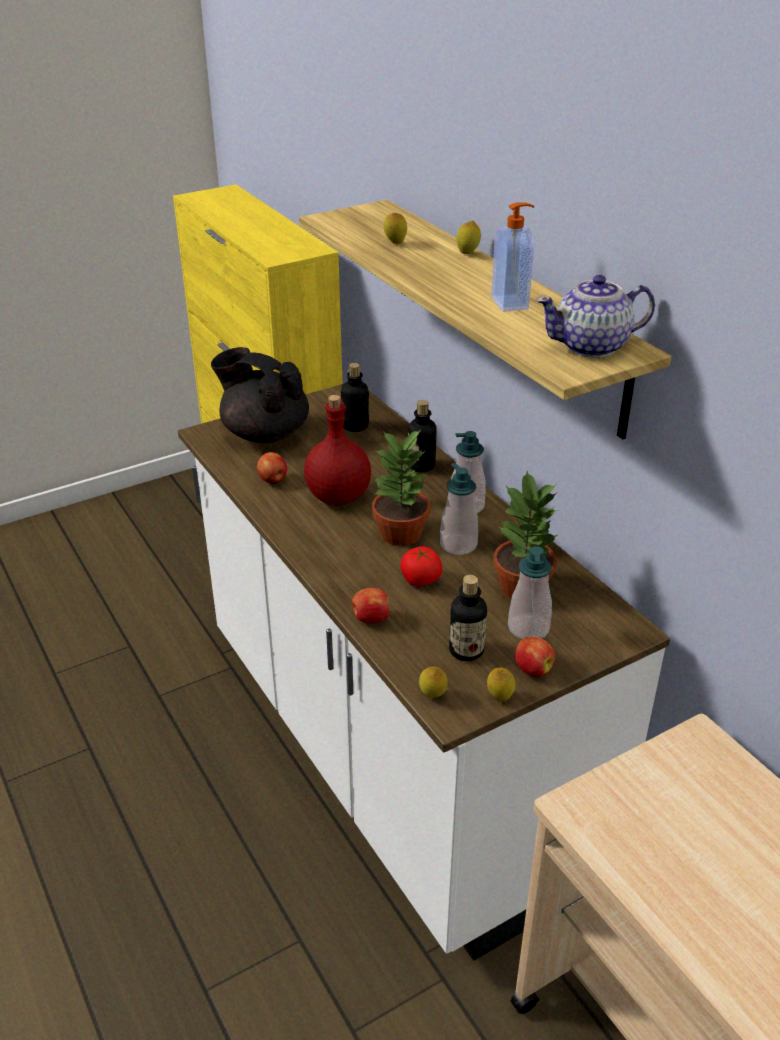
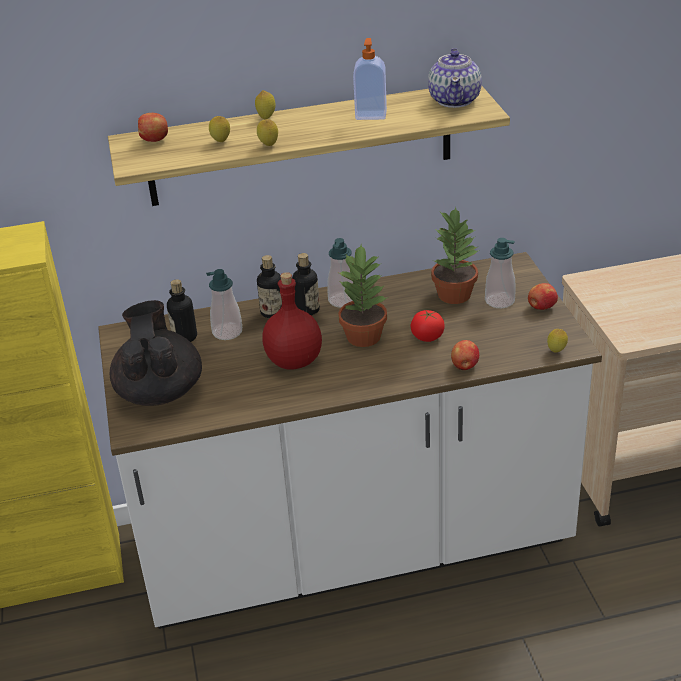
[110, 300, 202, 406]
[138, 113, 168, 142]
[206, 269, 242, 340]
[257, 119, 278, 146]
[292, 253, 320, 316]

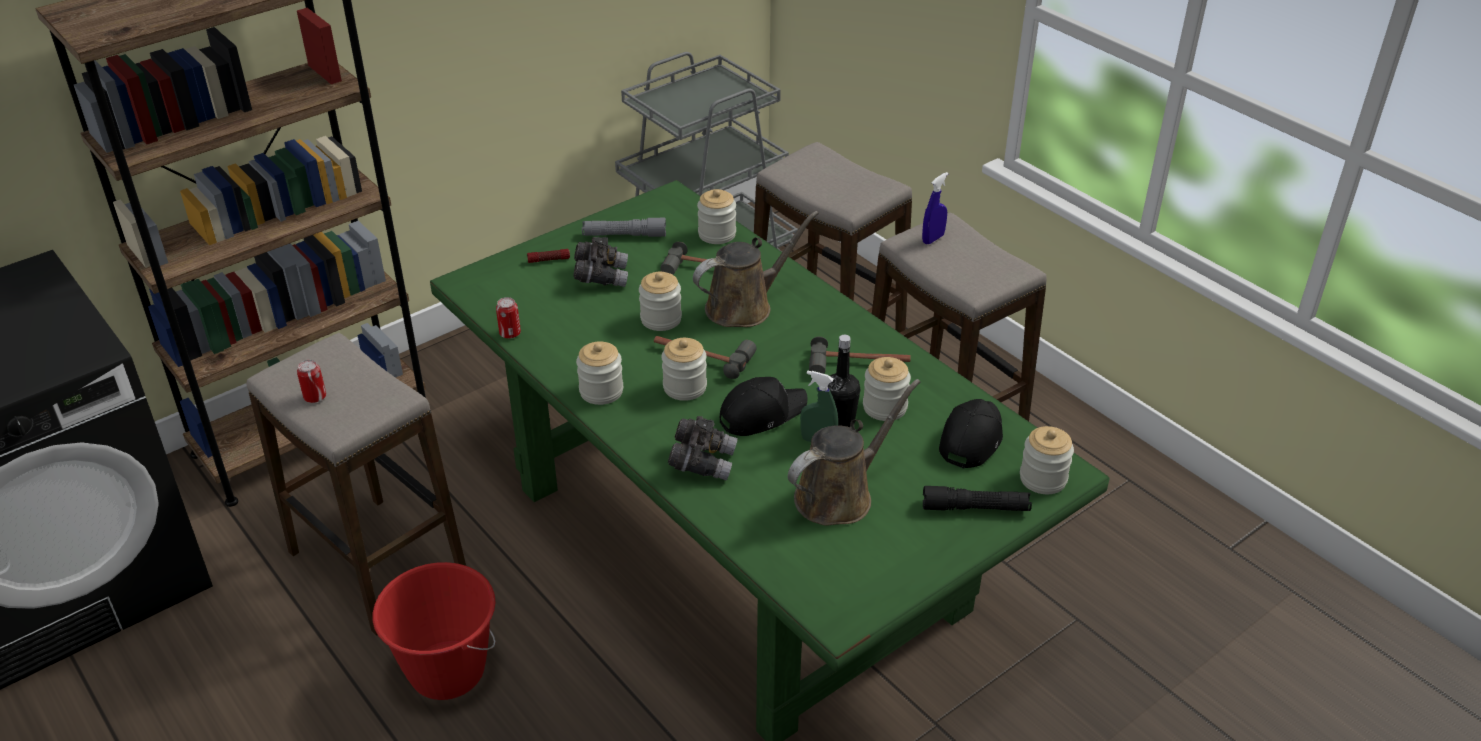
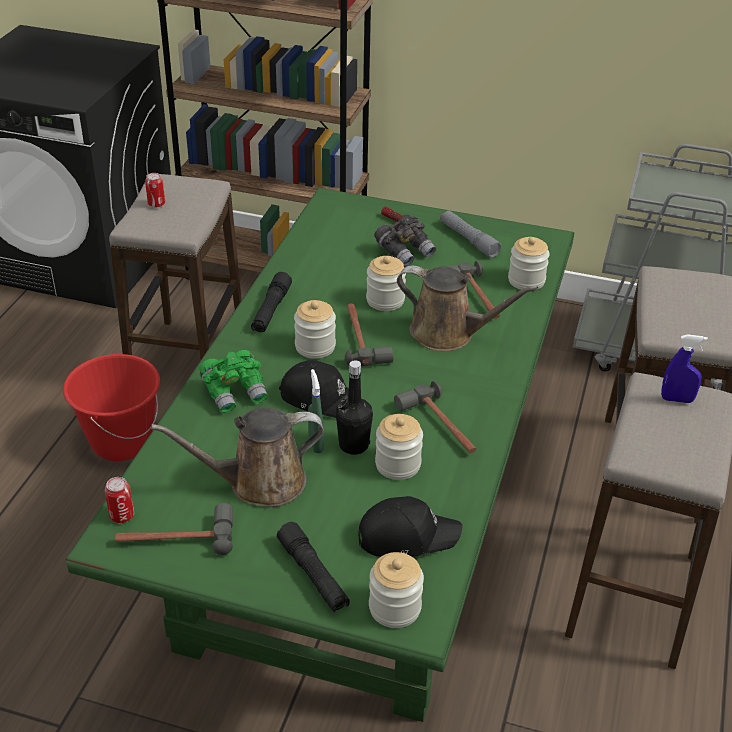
[105, 477, 134, 523]
[115, 503, 233, 555]
[151, 408, 324, 507]
[199, 350, 268, 413]
[251, 272, 292, 332]

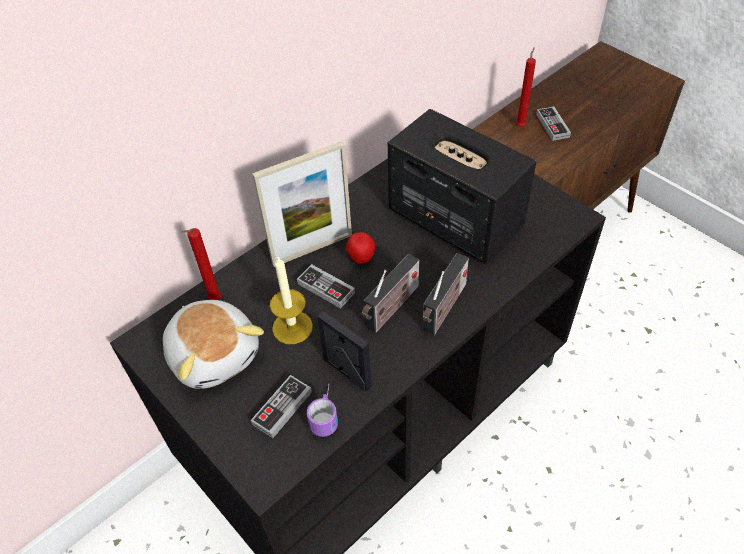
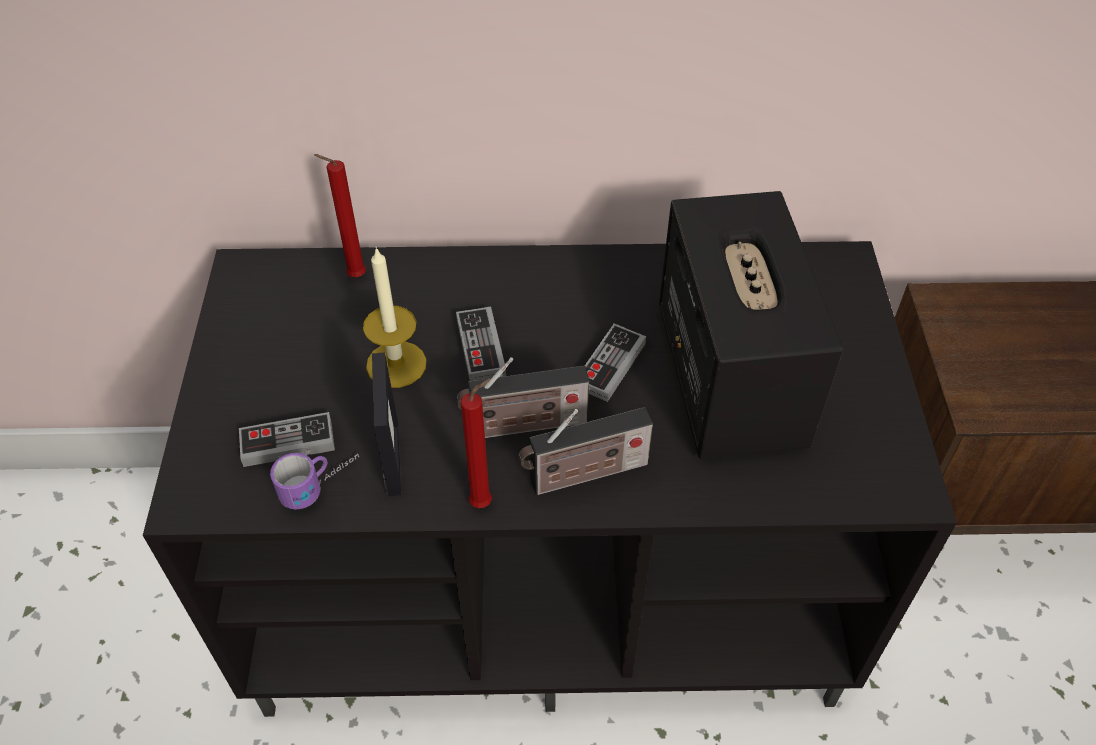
[461, 379, 492, 508]
[585, 324, 646, 402]
[163, 300, 264, 389] (first image)
[252, 141, 352, 267] (first image)
[346, 232, 375, 264] (first image)

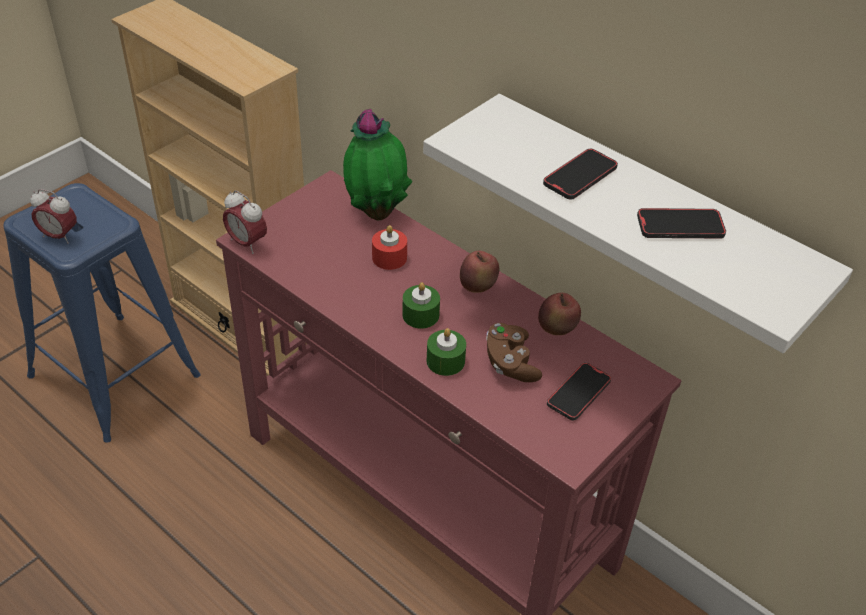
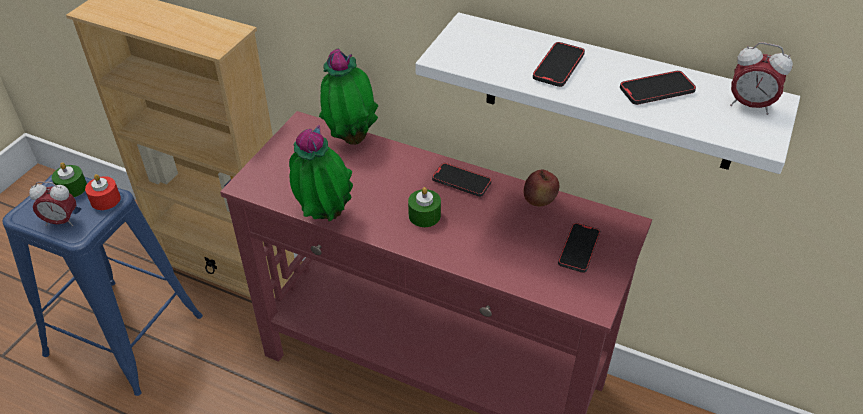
[52, 162, 87, 197]
[85, 174, 121, 210]
[289, 125, 353, 221]
[432, 163, 491, 197]
[730, 42, 793, 115]
[486, 323, 542, 382] (first image)

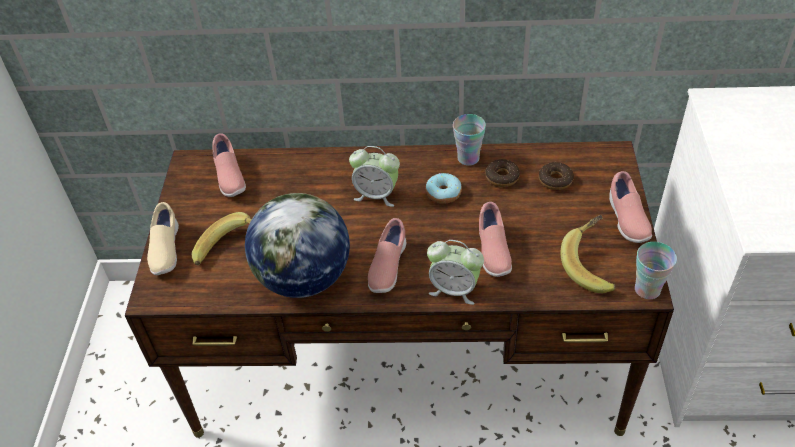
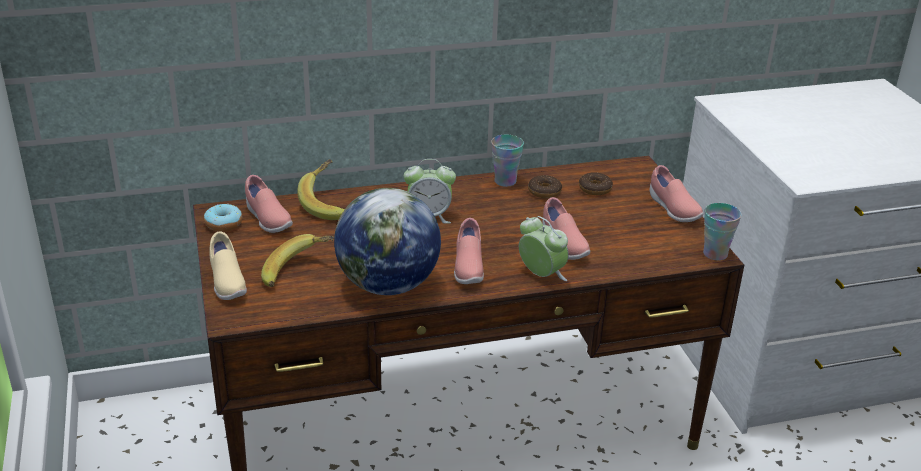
[204, 204, 242, 231]
[297, 159, 345, 220]
[519, 216, 569, 281]

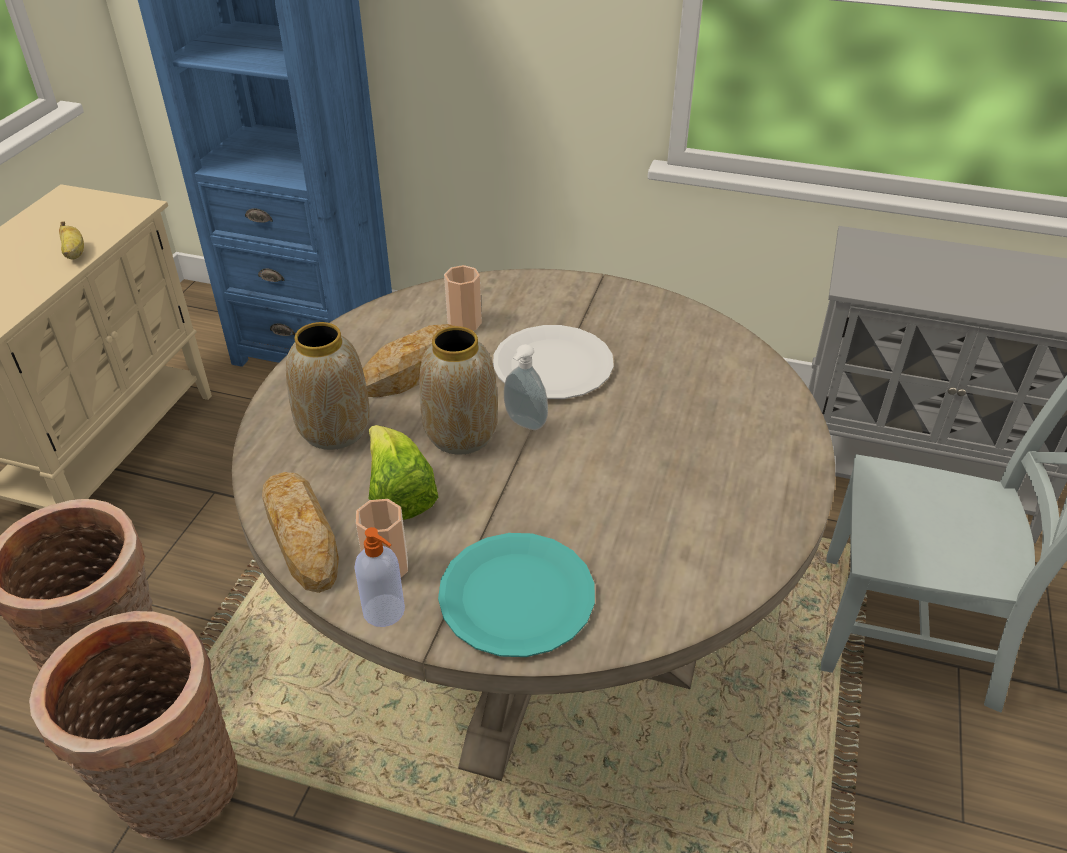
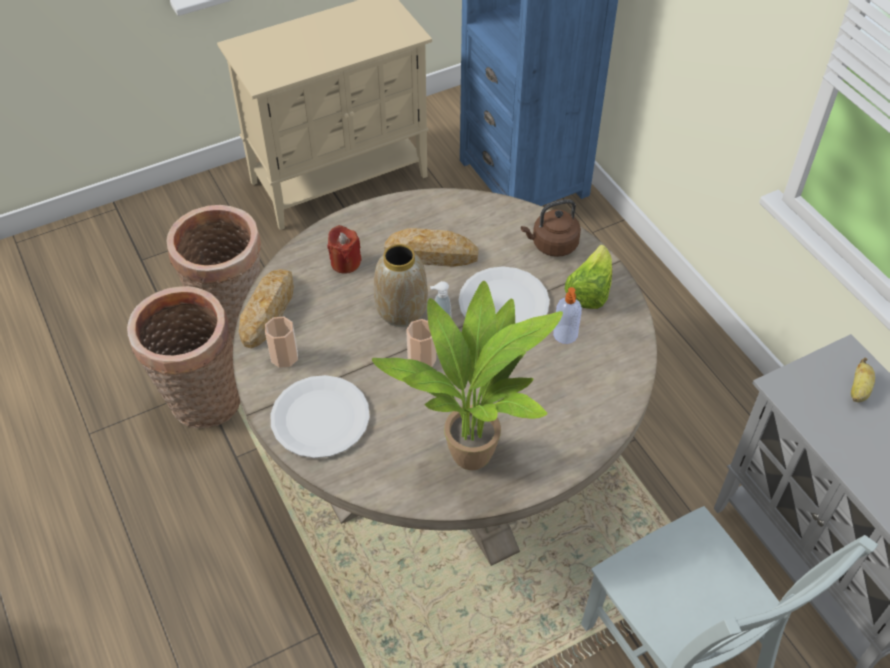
[271, 375, 370, 458]
[327, 225, 362, 274]
[372, 281, 563, 470]
[406, 319, 436, 367]
[521, 199, 581, 257]
[553, 287, 582, 344]
[565, 245, 612, 309]
[851, 358, 875, 402]

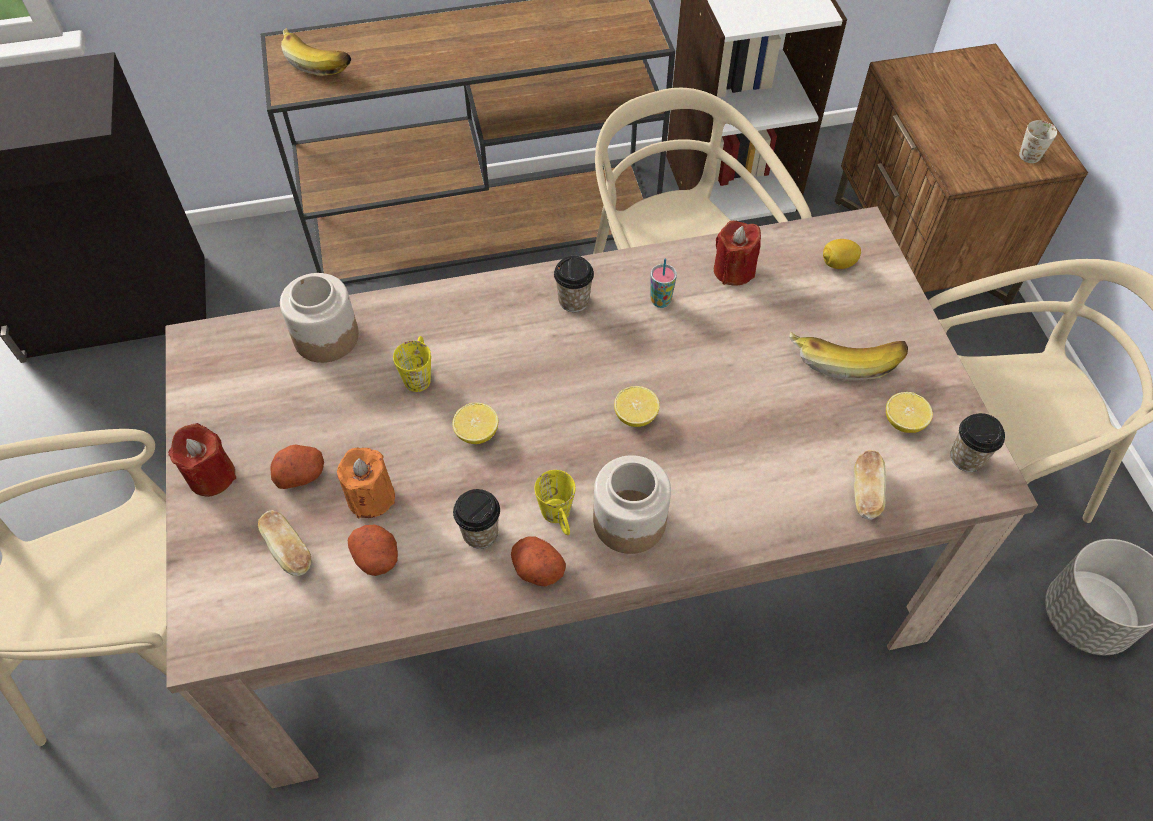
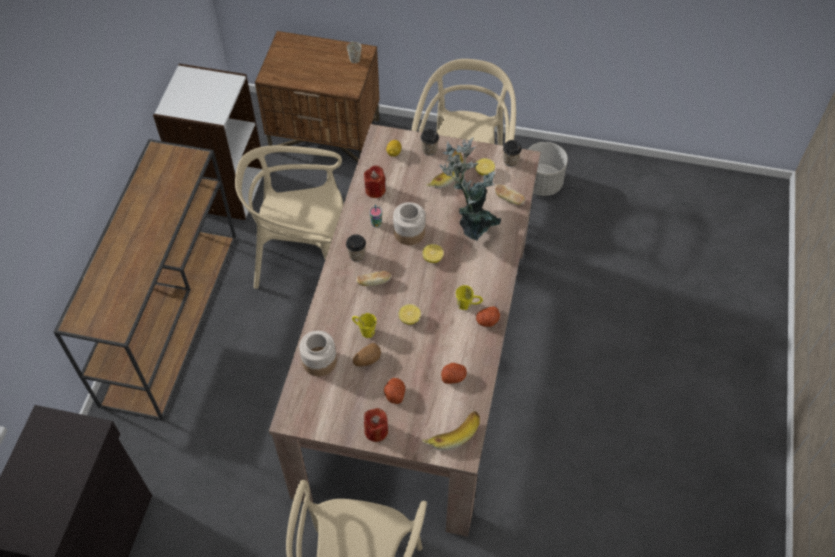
[353, 343, 381, 367]
[356, 271, 391, 286]
[393, 202, 425, 245]
[421, 129, 439, 156]
[422, 411, 480, 451]
[439, 138, 501, 241]
[337, 448, 395, 519] (first image)

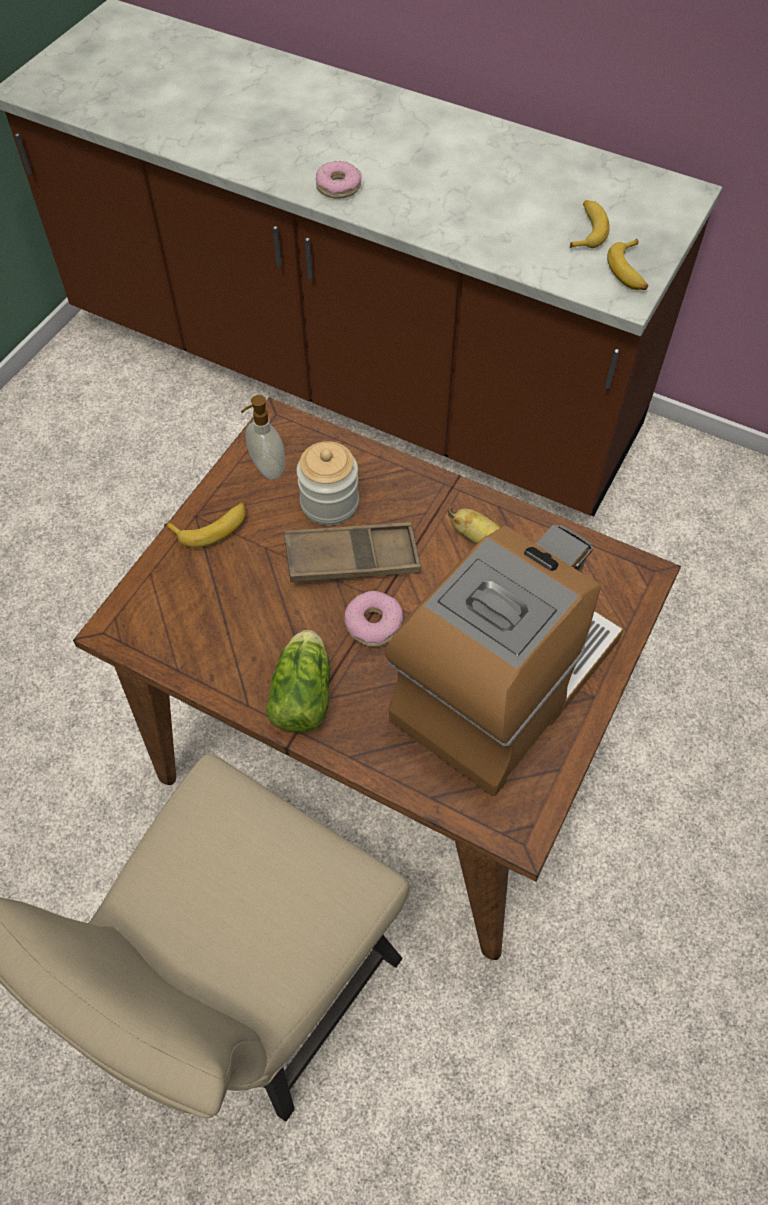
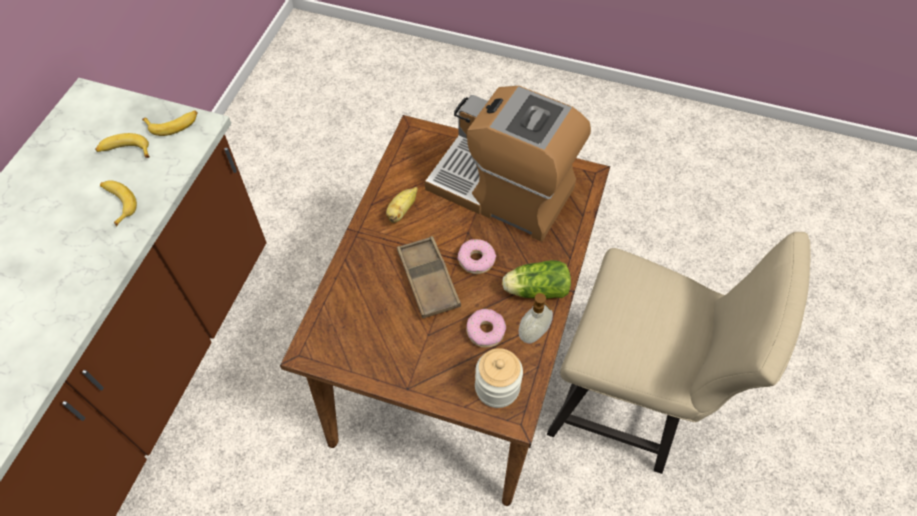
[100, 180, 137, 226]
[466, 309, 506, 348]
[475, 348, 523, 408]
[519, 293, 553, 344]

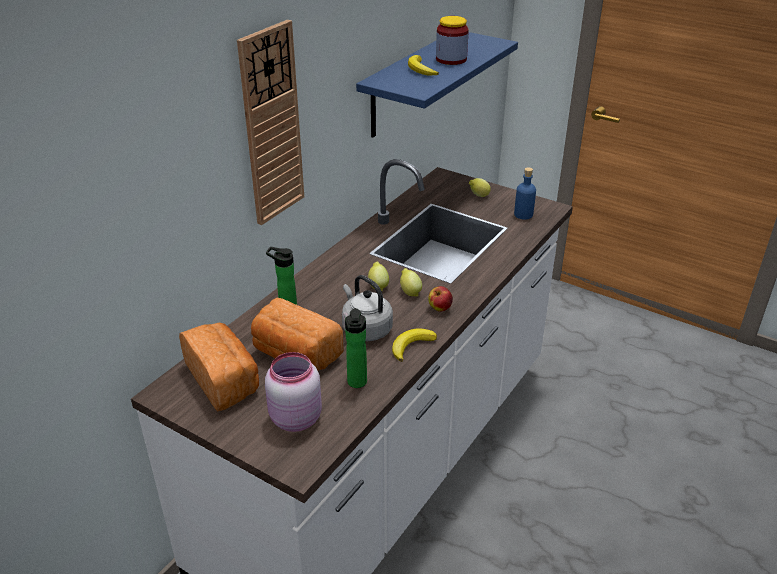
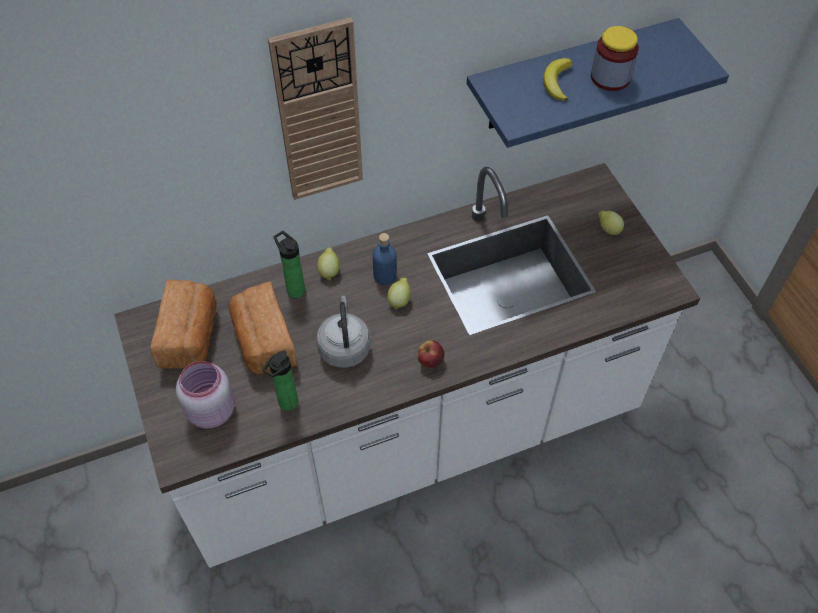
[317, 247, 340, 280]
[373, 233, 397, 285]
[392, 328, 437, 362] (first image)

